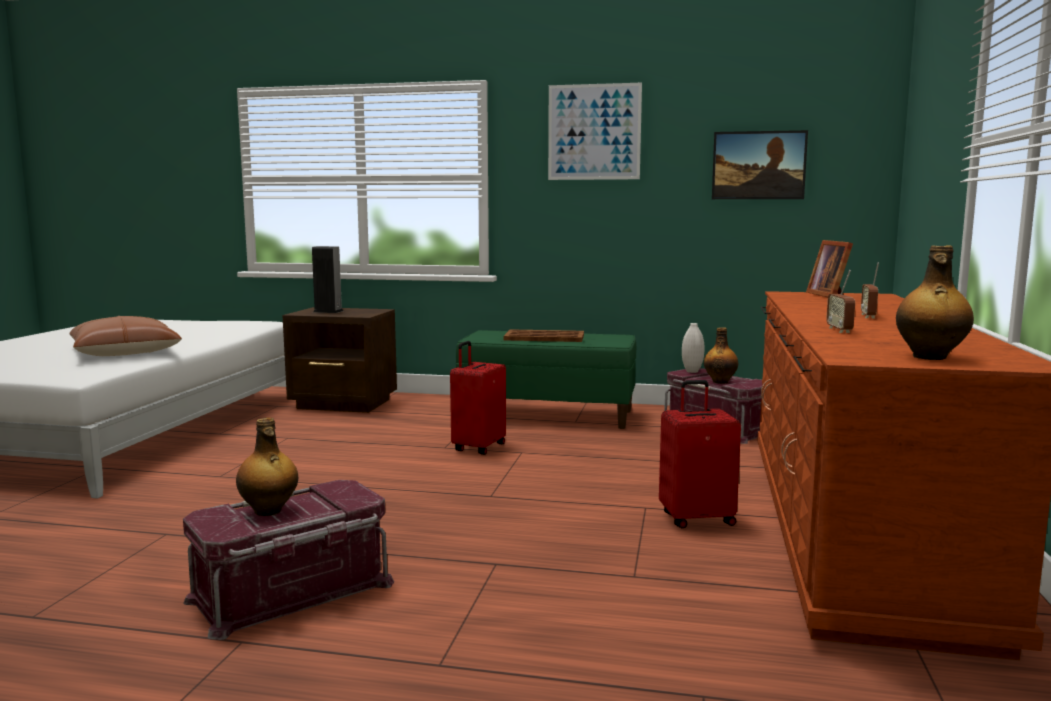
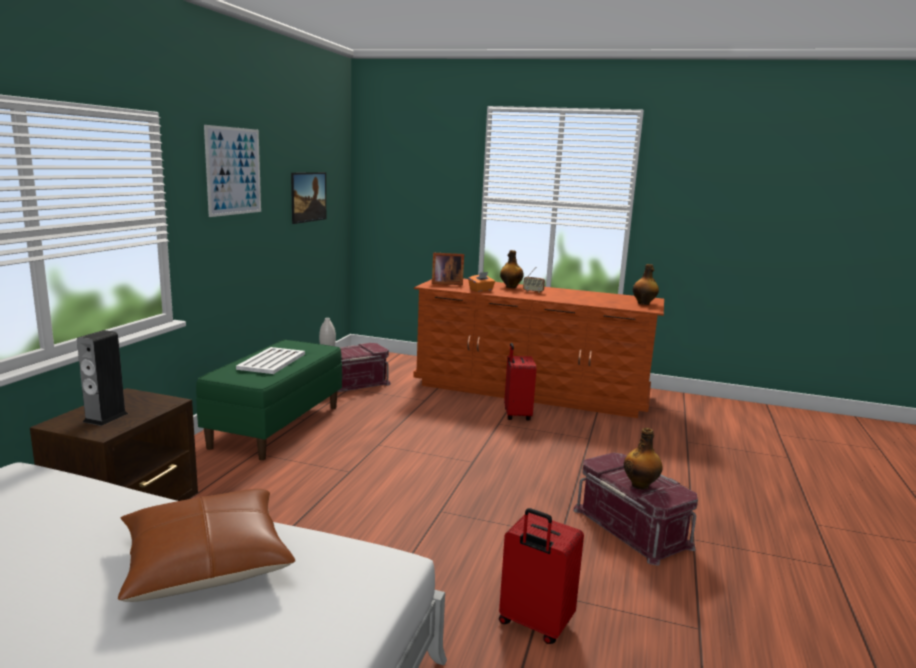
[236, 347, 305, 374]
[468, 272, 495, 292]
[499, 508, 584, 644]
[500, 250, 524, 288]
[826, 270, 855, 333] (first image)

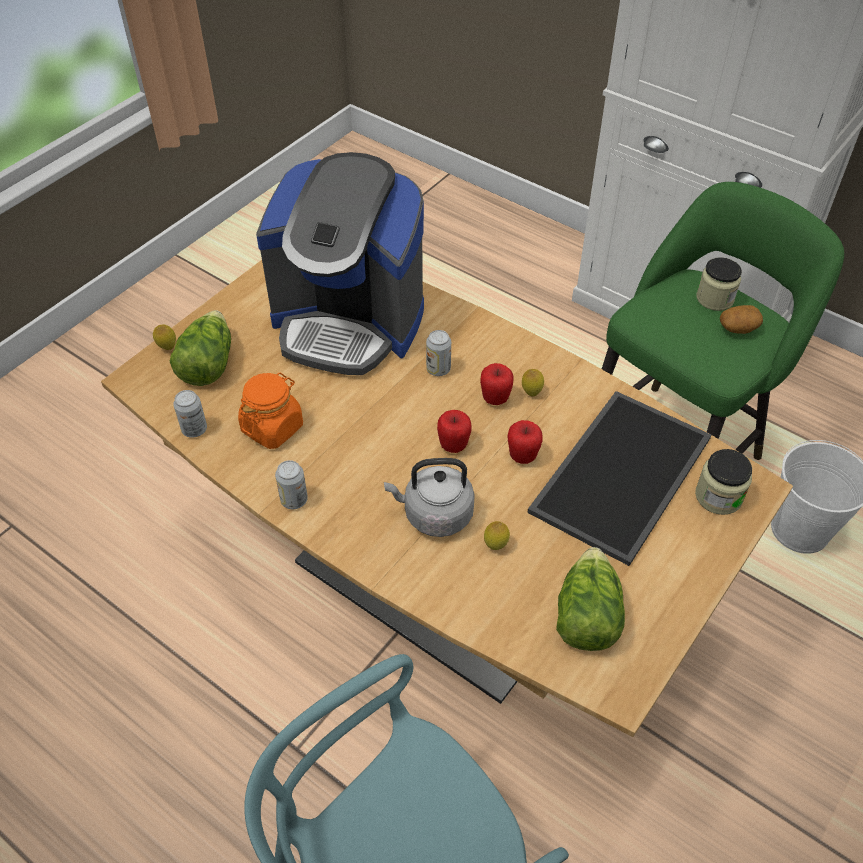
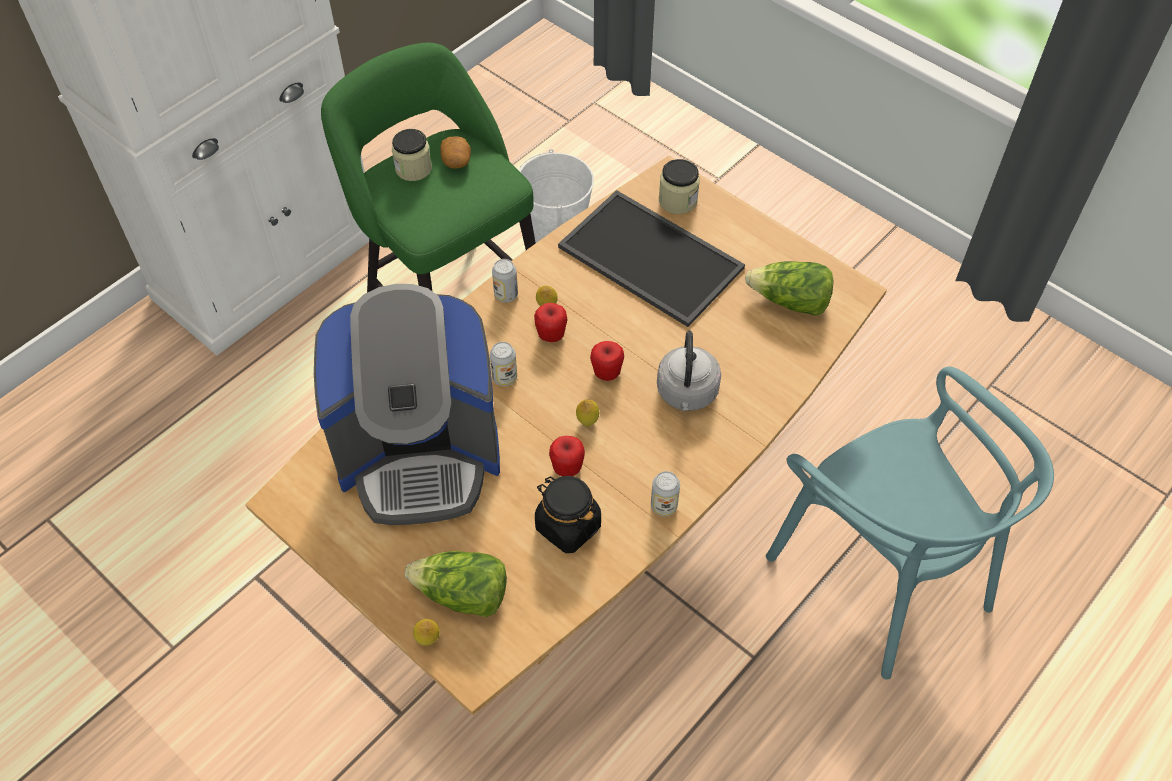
[314, 284, 500, 525]
[492, 259, 518, 303]
[535, 476, 601, 553]
[549, 436, 585, 476]
[576, 399, 599, 427]

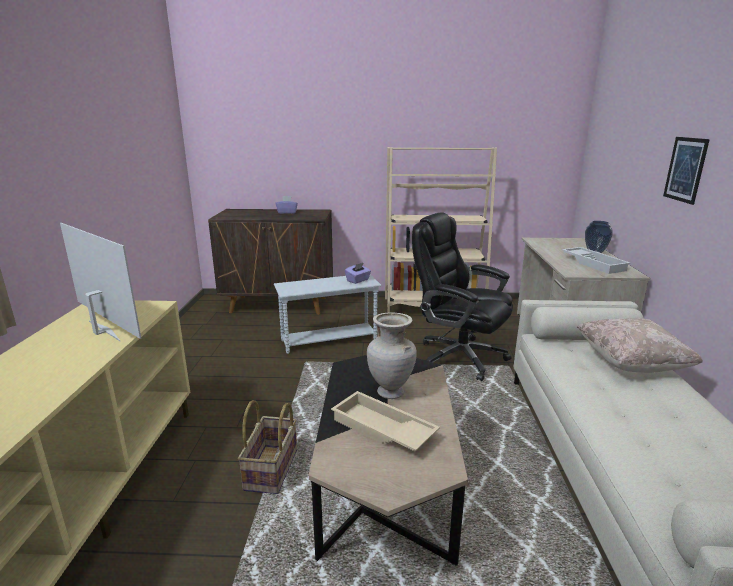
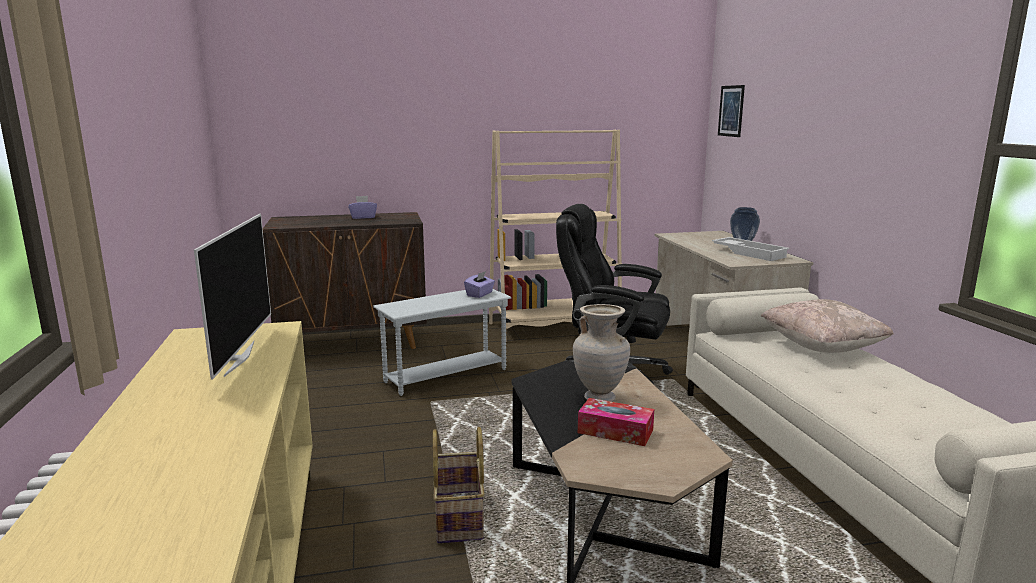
[194, 214, 271, 380]
[578, 398, 654, 446]
[718, 85, 745, 137]

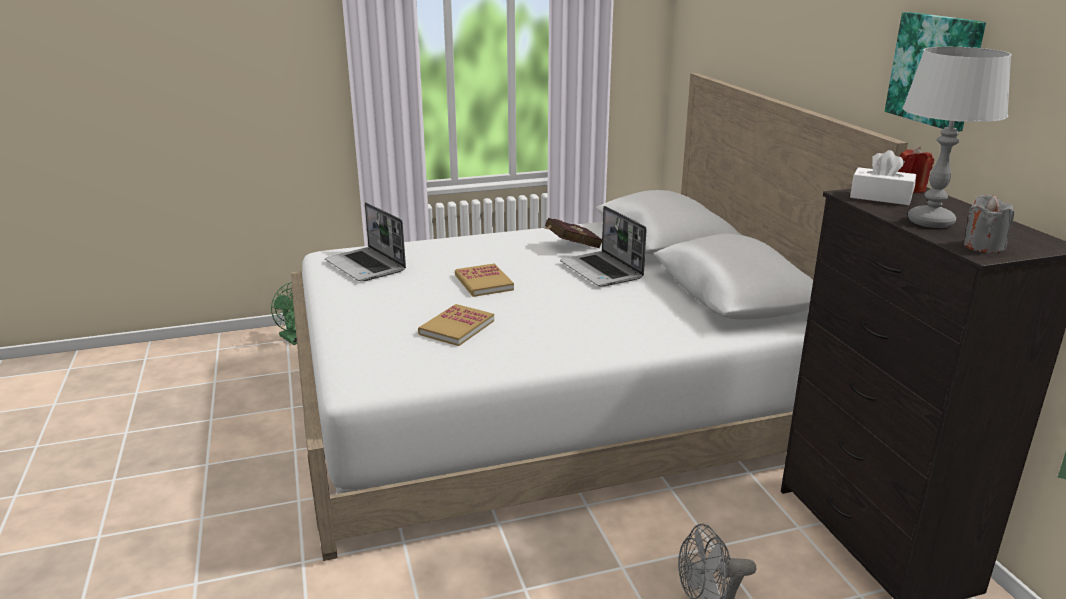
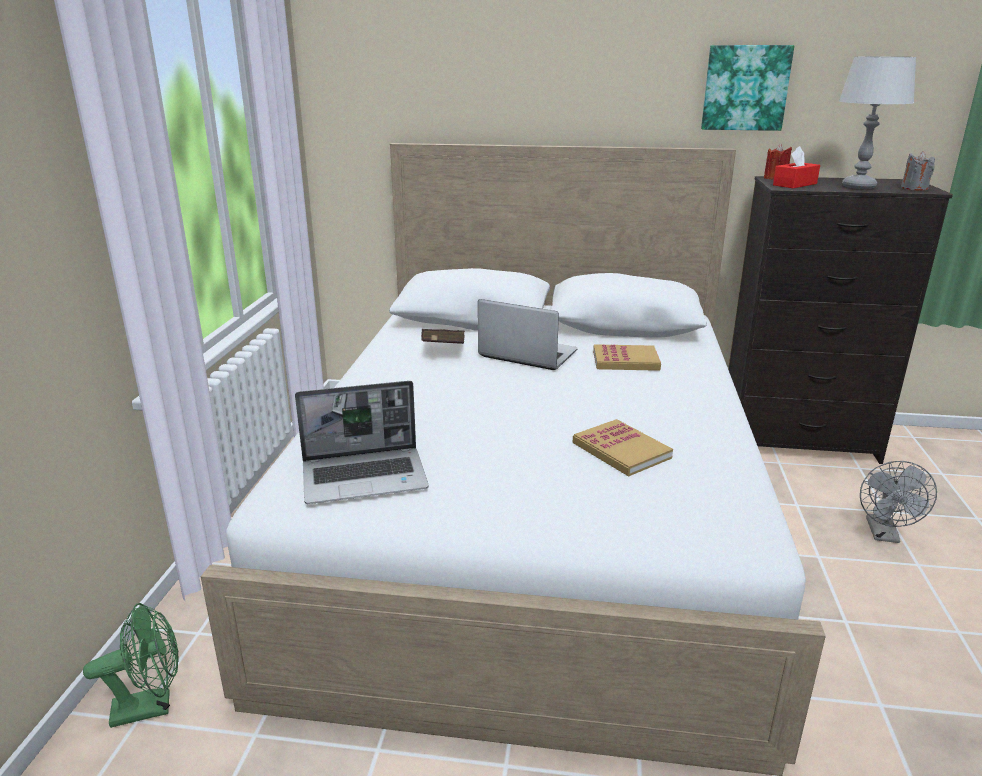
[478, 299, 577, 370]
[593, 344, 661, 371]
[773, 146, 820, 188]

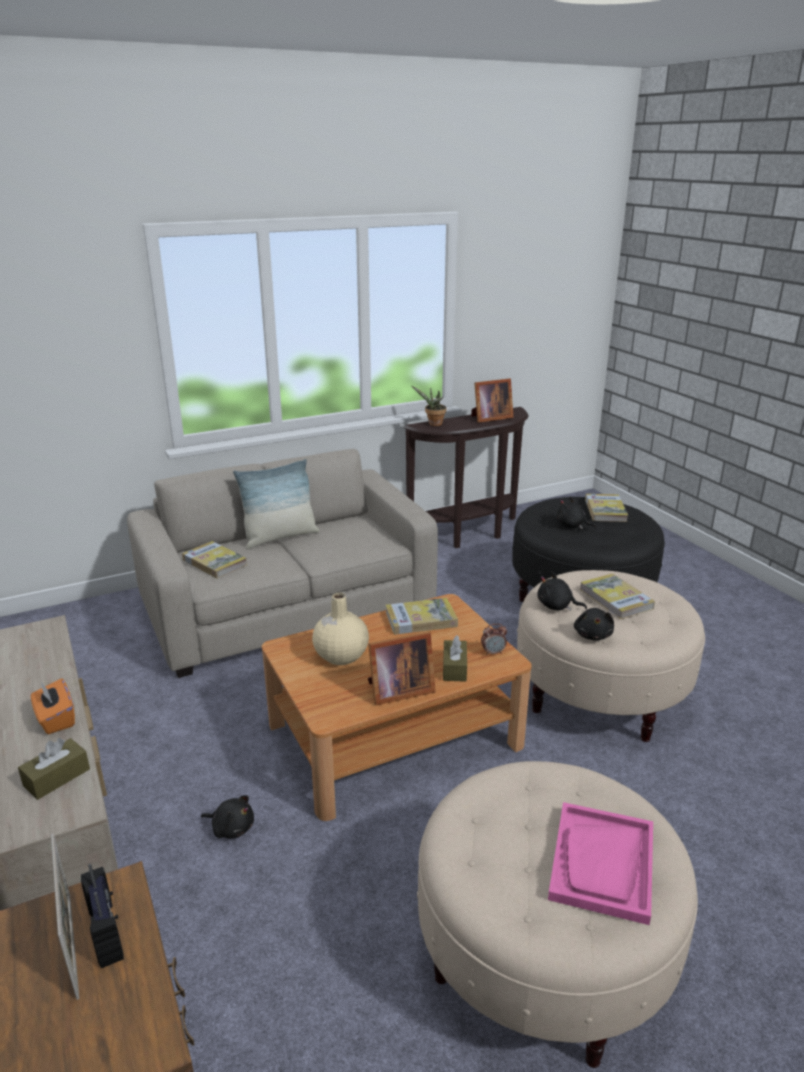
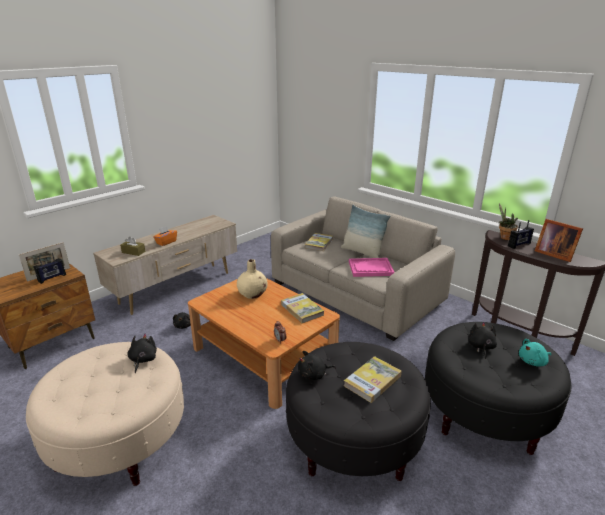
[127, 334, 157, 373]
[286, 342, 431, 481]
[349, 258, 394, 277]
[508, 220, 534, 249]
[519, 339, 552, 367]
[368, 631, 436, 705] (first image)
[443, 635, 467, 682] (first image)

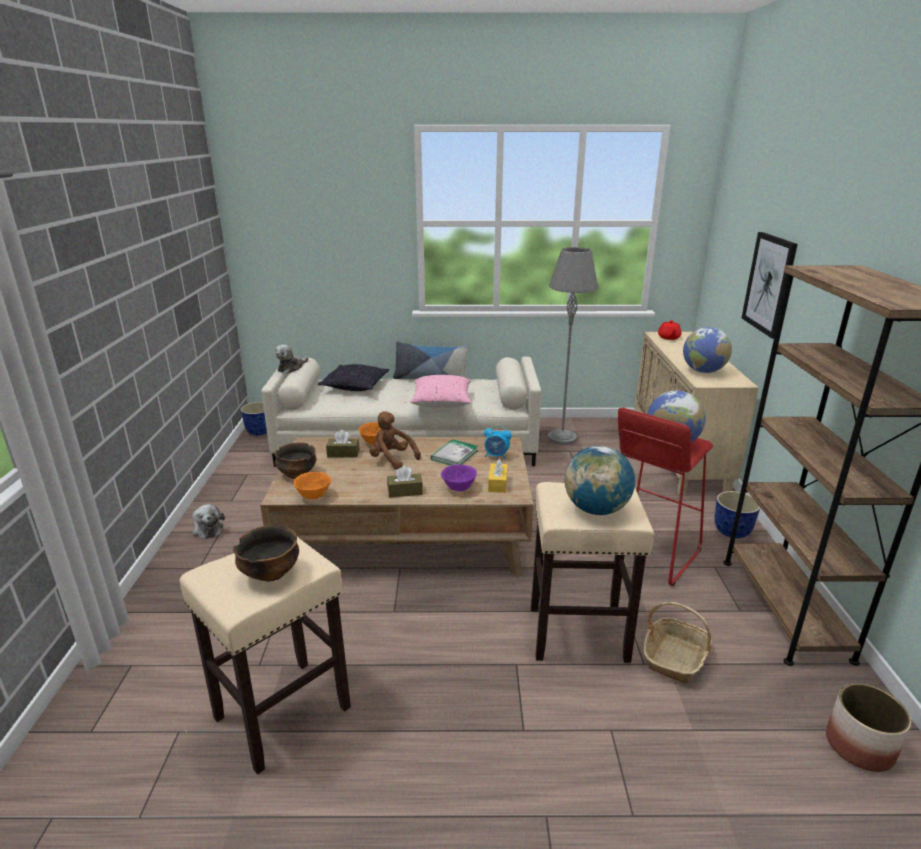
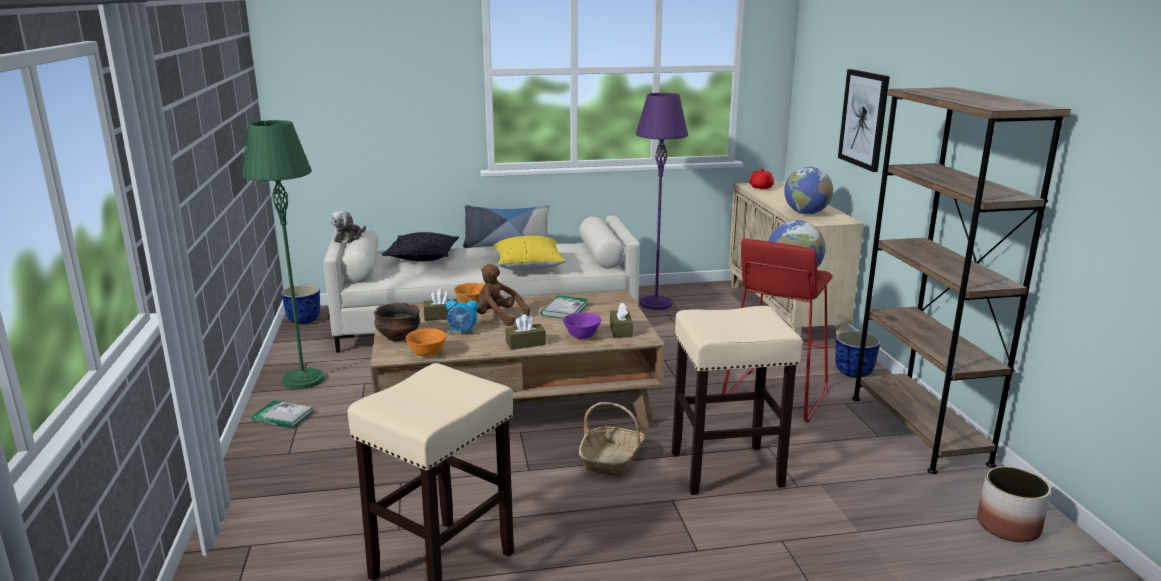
[242, 120, 324, 390]
[251, 400, 313, 428]
[446, 294, 478, 334]
[493, 236, 566, 270]
[579, 402, 645, 477]
[610, 303, 633, 338]
[636, 93, 688, 310]
[233, 525, 299, 582] (first image)
[564, 446, 635, 515] (first image)

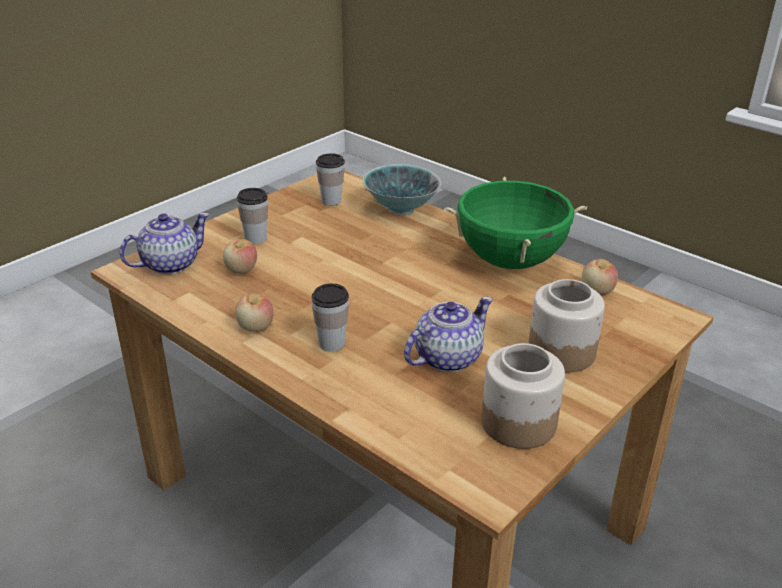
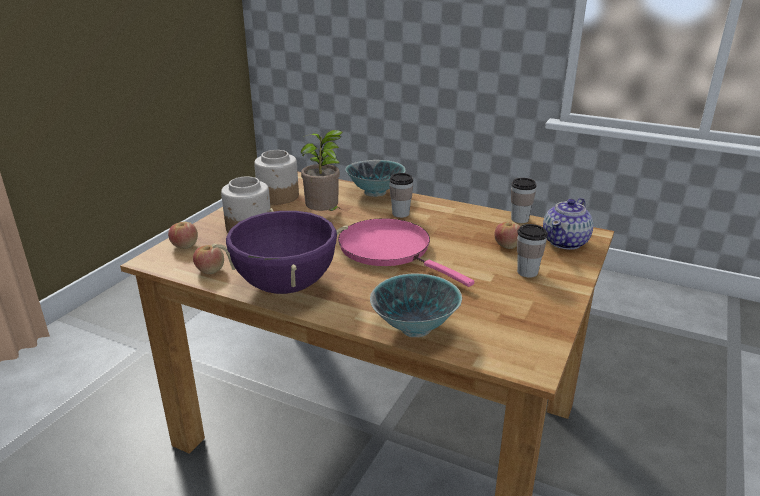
[168, 222, 198, 249]
[212, 208, 348, 294]
[300, 130, 343, 211]
[338, 218, 474, 287]
[345, 160, 405, 197]
[511, 178, 537, 223]

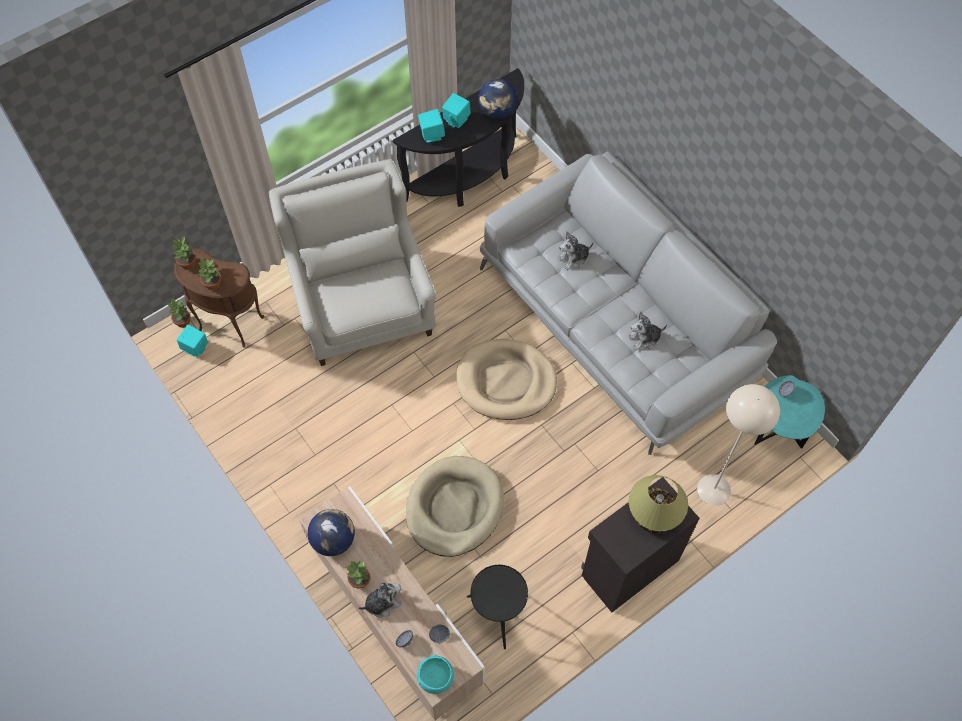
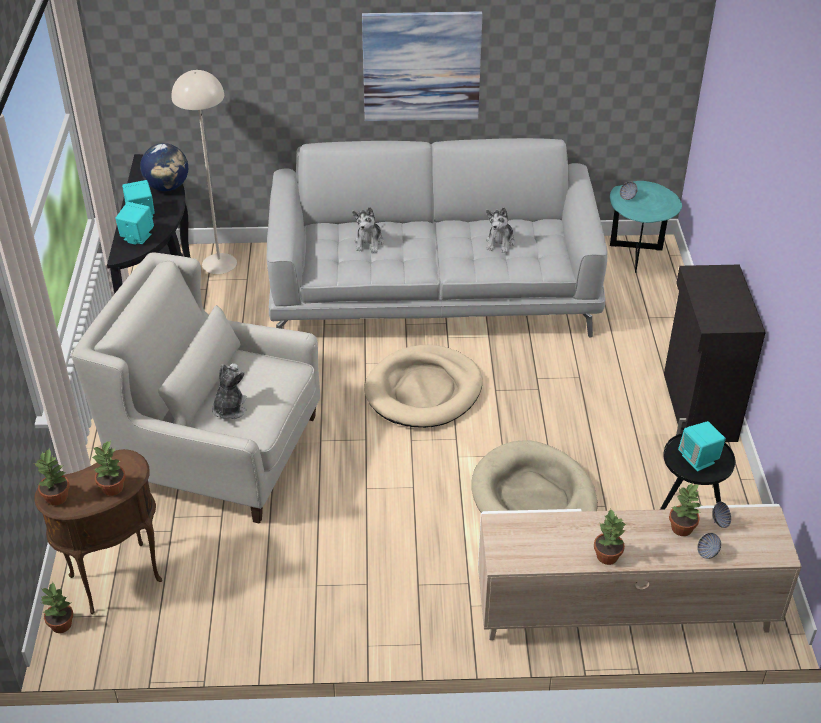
[172, 70, 237, 274]
[212, 363, 247, 419]
[362, 11, 483, 121]
[669, 484, 702, 536]
[678, 421, 726, 471]
[307, 509, 355, 556] (first image)
[417, 655, 454, 694] (first image)
[629, 475, 688, 533] (first image)

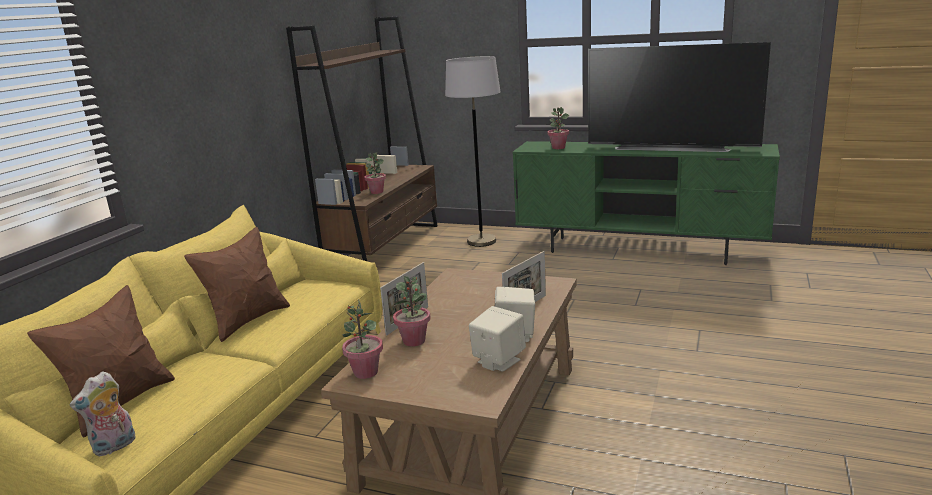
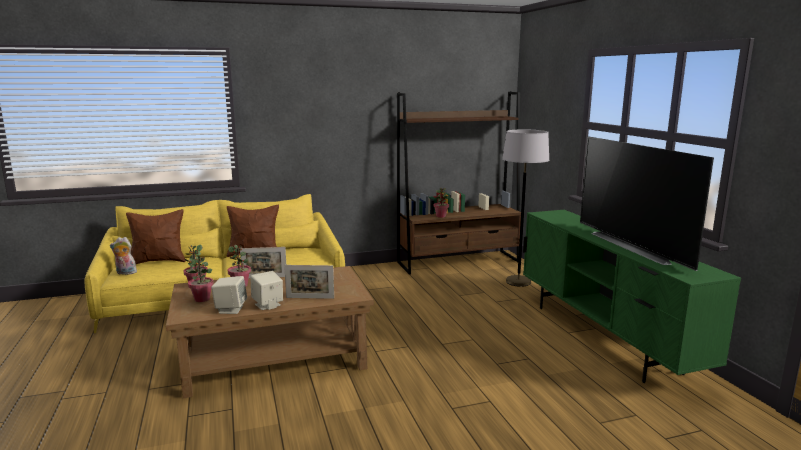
[188, 256, 214, 302]

